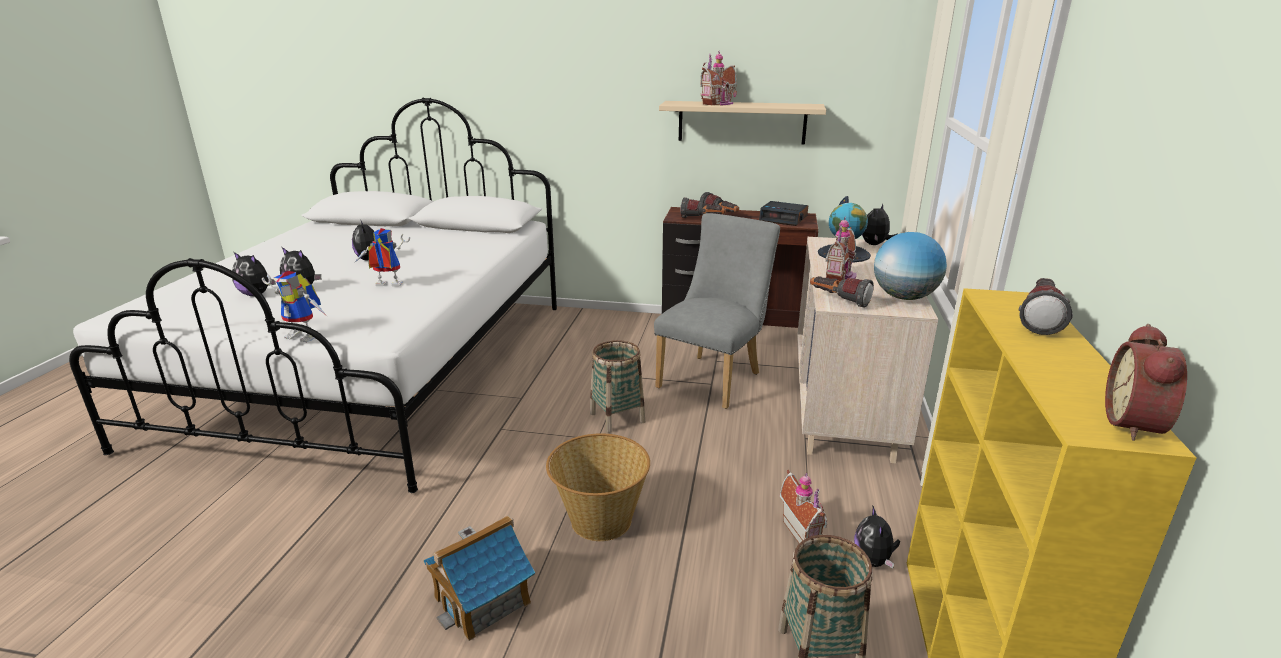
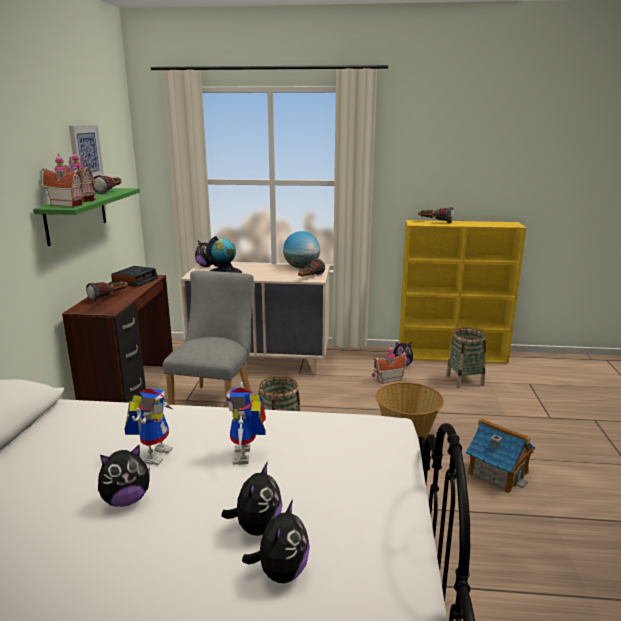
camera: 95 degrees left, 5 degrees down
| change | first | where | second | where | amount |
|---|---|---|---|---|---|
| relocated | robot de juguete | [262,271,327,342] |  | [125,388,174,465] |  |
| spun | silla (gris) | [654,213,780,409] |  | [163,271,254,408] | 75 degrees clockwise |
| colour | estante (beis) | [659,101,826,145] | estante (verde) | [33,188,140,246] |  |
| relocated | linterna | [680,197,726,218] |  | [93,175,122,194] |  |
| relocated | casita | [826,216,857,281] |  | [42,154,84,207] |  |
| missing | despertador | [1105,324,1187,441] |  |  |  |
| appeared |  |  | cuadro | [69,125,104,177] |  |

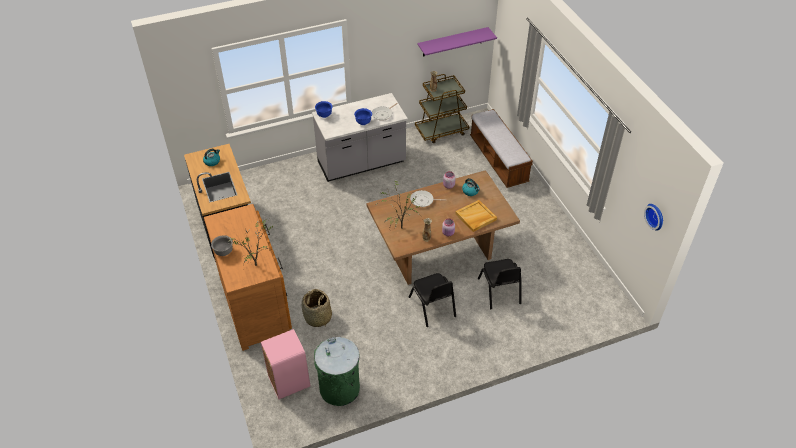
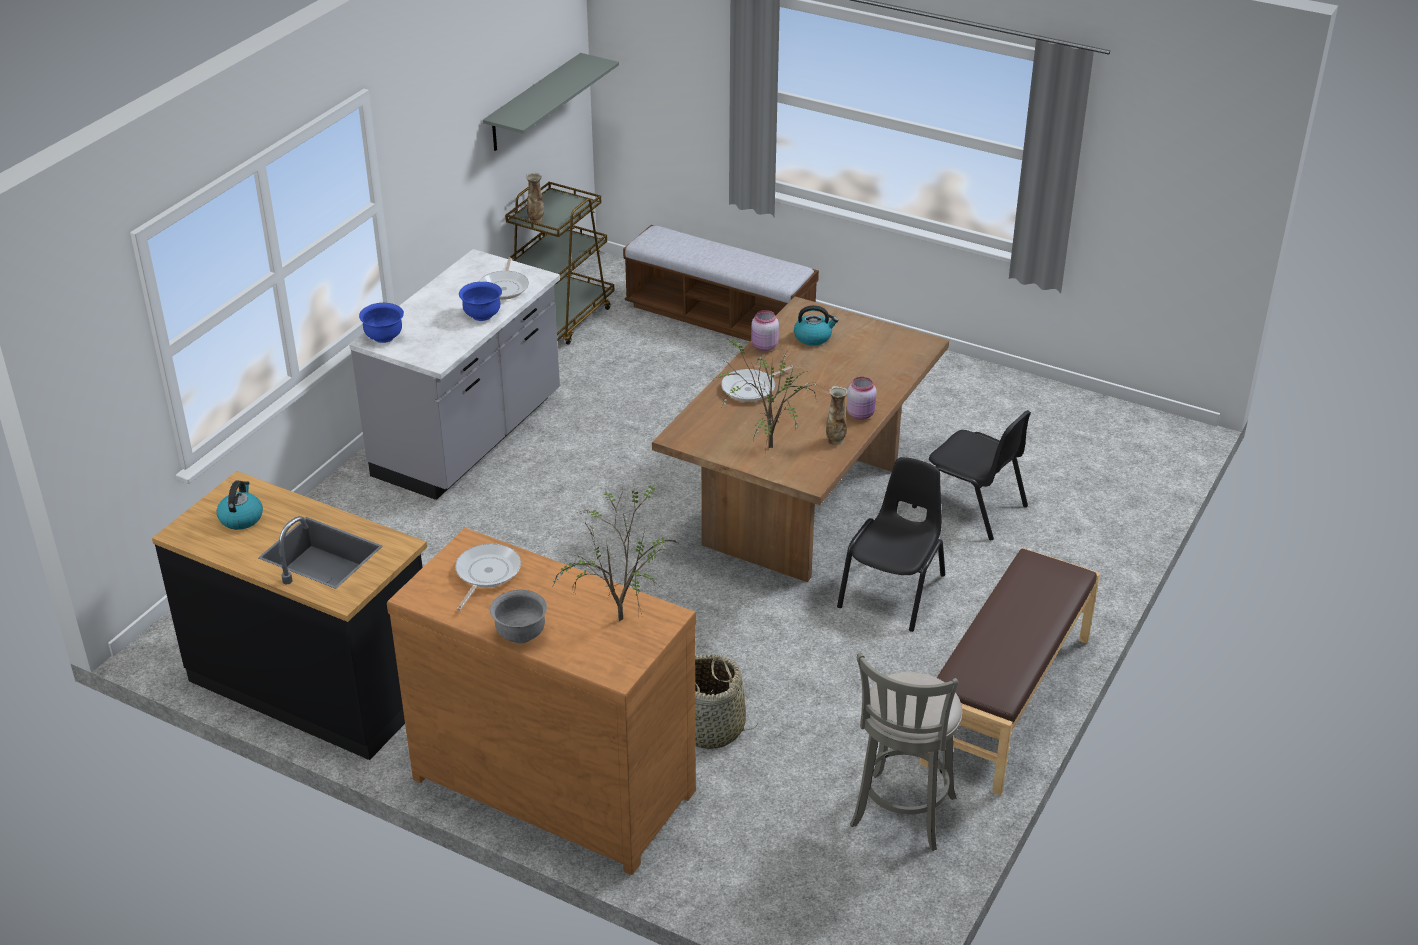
camera: 40 degrees left, 10 degrees down
| change | first | where | second | where | amount |
|---|---|---|---|---|---|
| missing | papelera (rosa) | [261,329,310,399] |  |  |  |
| exchanged | papelera (verde) | [314,337,360,406] | taburete (gris) | [850,653,962,851] |  |
| spun | silla (negro) | [409,273,456,327] |  | [837,457,945,632] | 90 degrees counterclockwise |
| colour | estante (morado) | [417,27,497,57] | estante (gris) | [483,53,619,151] |  |
| missing | bandeja (beis) | [455,200,497,232] |  |  |  |
| missing | reloj de pared | [644,204,663,230] |  |  |  |
| appeared |  |  | sartén | [455,544,521,611] |  |
| appeared |  |  | banco (marrón) | [919,548,1100,795] |  |

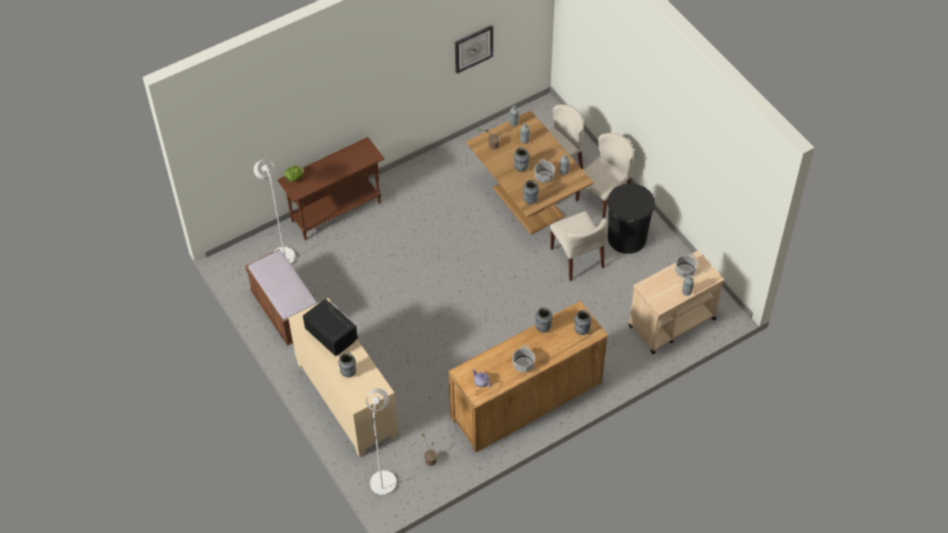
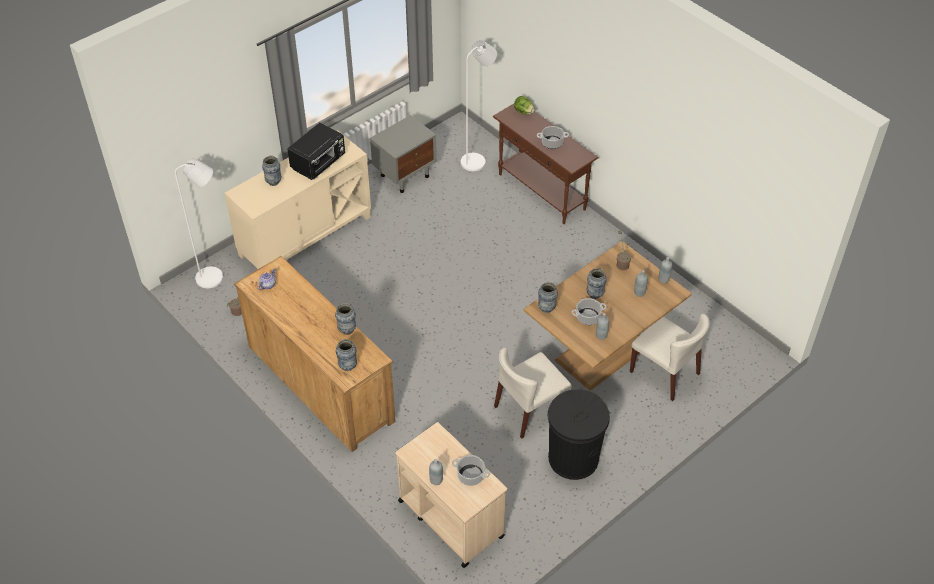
camera: 80 degrees right, 5 degrees down
| change | first | where | second | where | amount |
|---|---|---|---|---|---|
| exchanged | banco (marrón) | [245,250,317,346] | mesita de noche (gris) | [370,115,437,193] |  |
| missing | reloj de pared | [455,25,493,74] |  |  |  |
| relocated | olla | [512,345,535,373] |  | [537,126,569,149] |  |
| missing | silla (beis) | [576,133,634,218] |  |  |  |

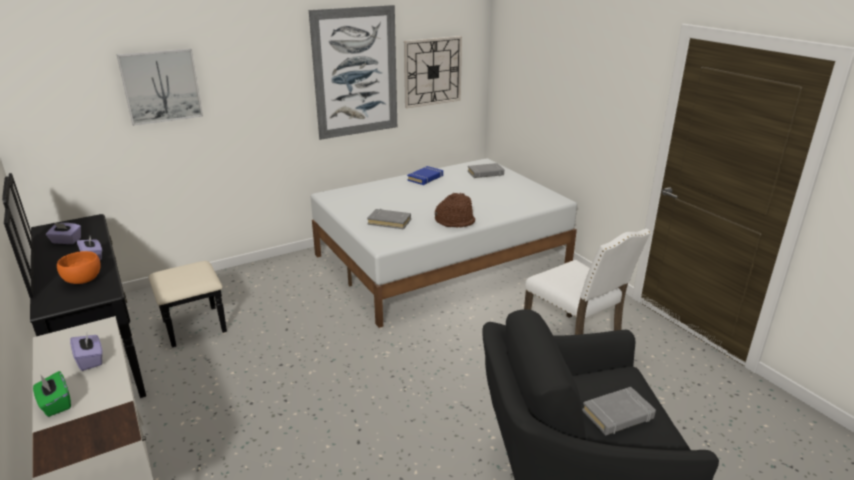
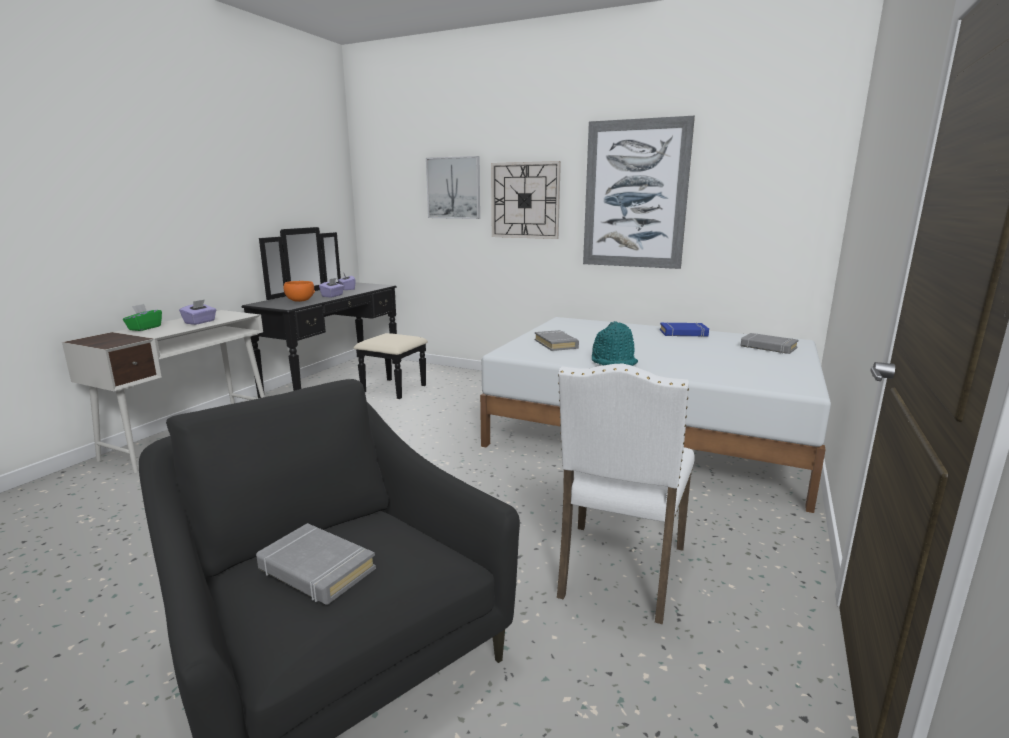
camera: 55 degrees right, 10 degrees down
| change | first | where | second | where | amount |
|---|---|---|---|---|---|
| relocated | reloj de pared | [404,36,462,109] |  | [491,161,561,239] |  |
| colour | sombrero (marrón) | [435,193,475,228] | sombrero (turquesa) | [592,321,638,366] |  |

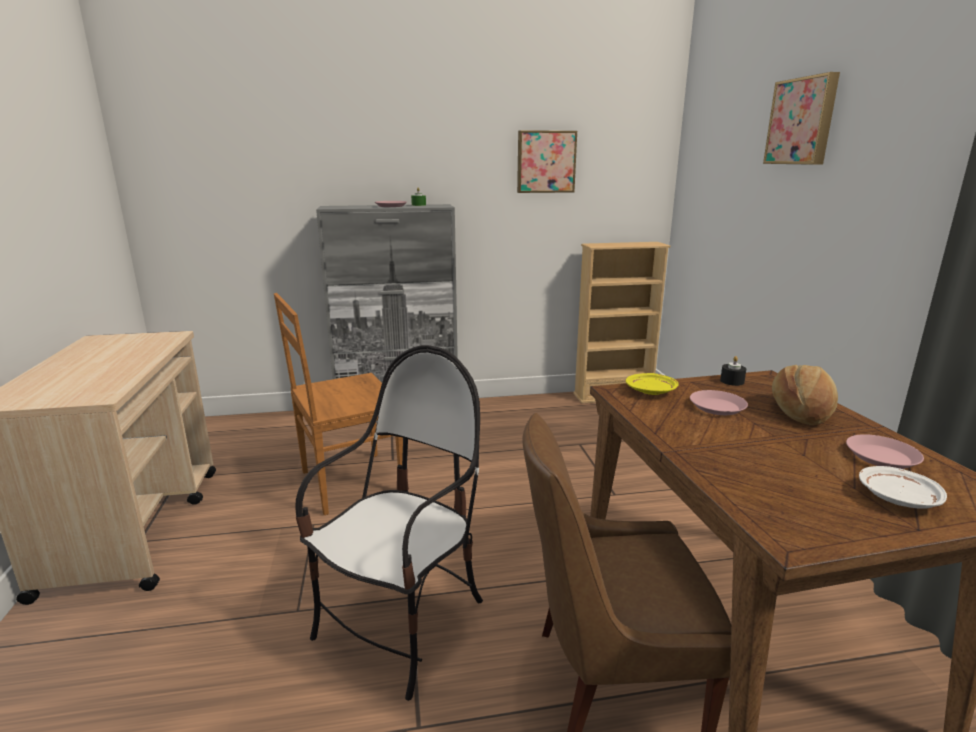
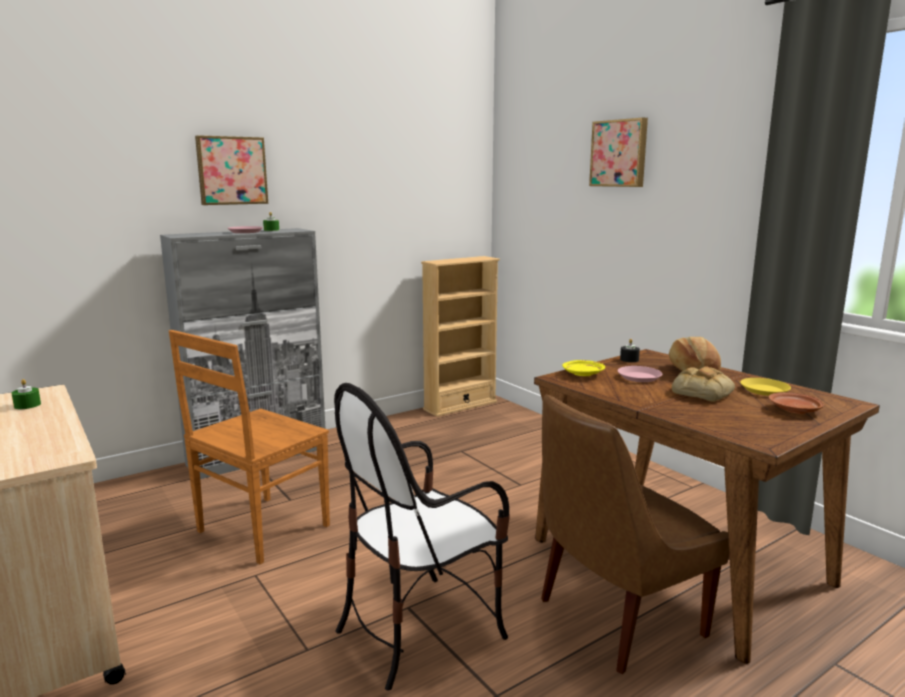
camera: 25 degrees left, 5 degrees down
| change | first | where | second | where | amount |
|---|---|---|---|---|---|
| spun | silla | [295,345,483,701] |  | [334,383,510,691] | 135 degrees counterclockwise |
| relocated | cuadro | [517,130,577,193] |  | [195,135,268,205] |  |
| colour | plato (rosa) | [846,434,924,469] | plato (amarillo) | [740,378,791,396] |  |
| colour | plato (blanco) | [859,466,947,509] | plato (marrón) | [769,392,824,414] |  |
| appeared |  |  | vela (verde) | [11,379,41,409] |  |
| appeared |  |  | pan | [672,366,735,402] |  |

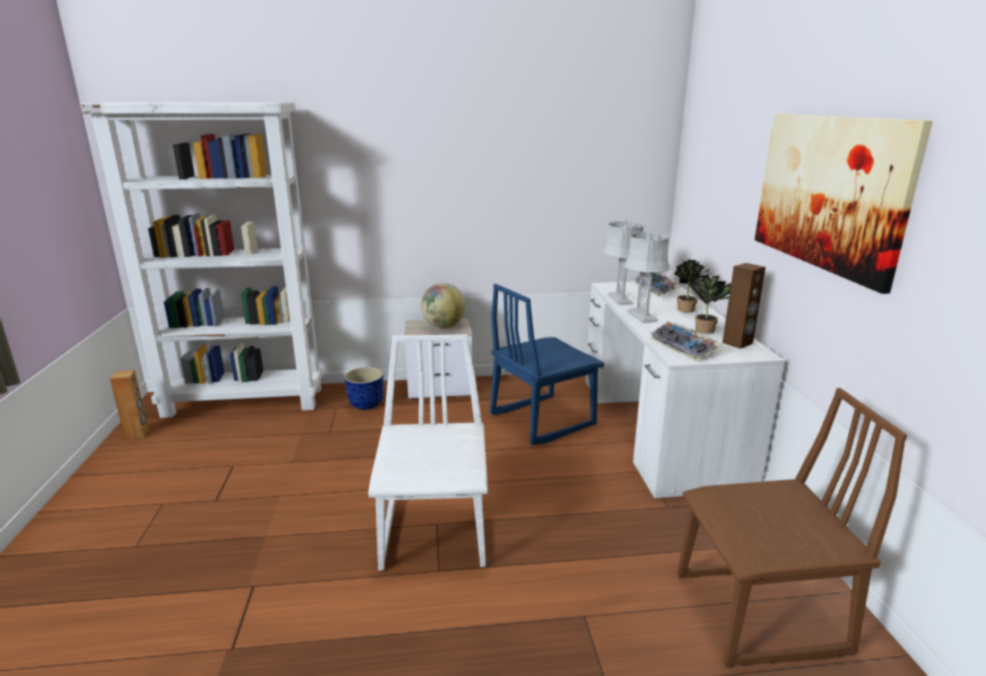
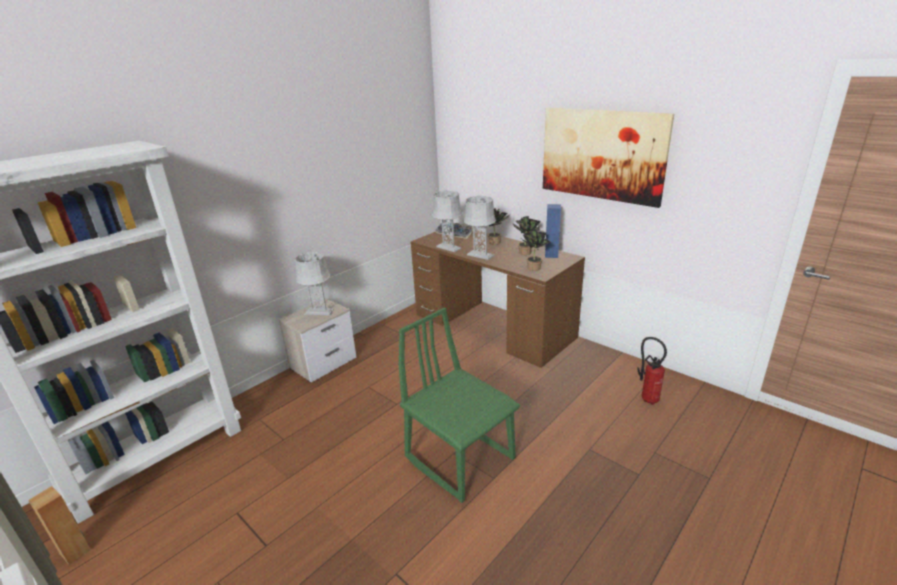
camera: 40 degrees left, 5 degrees up
| change | first | where | second | where | amount |
|---|---|---|---|---|---|
| missing | maceta | [344,367,383,410] |  |  |  |
| colour | silla (blanco) | [368,334,488,571] | silla (verde) | [399,308,520,503] |  |
| exchanged | globo terráqueo | [421,283,466,328] | lámpara de mesa (gris) | [295,252,334,316] |  |
| missing | silla (azul) | [490,284,604,445] |  |  |  |
| colour | escritorio (blanco) | [586,280,785,498] | escritorio (marrón) | [410,230,585,368] |  |
| exchanged | teclado | [650,322,722,362] | planta en maceta | [522,229,550,271] |  |
| exchanged | silla (marrón) | [677,388,907,667] | extintor | [637,337,667,405] |  |
| colour | altavoz (marrón) | [722,263,766,349] | altavoz (azul) | [545,204,561,258] |  |

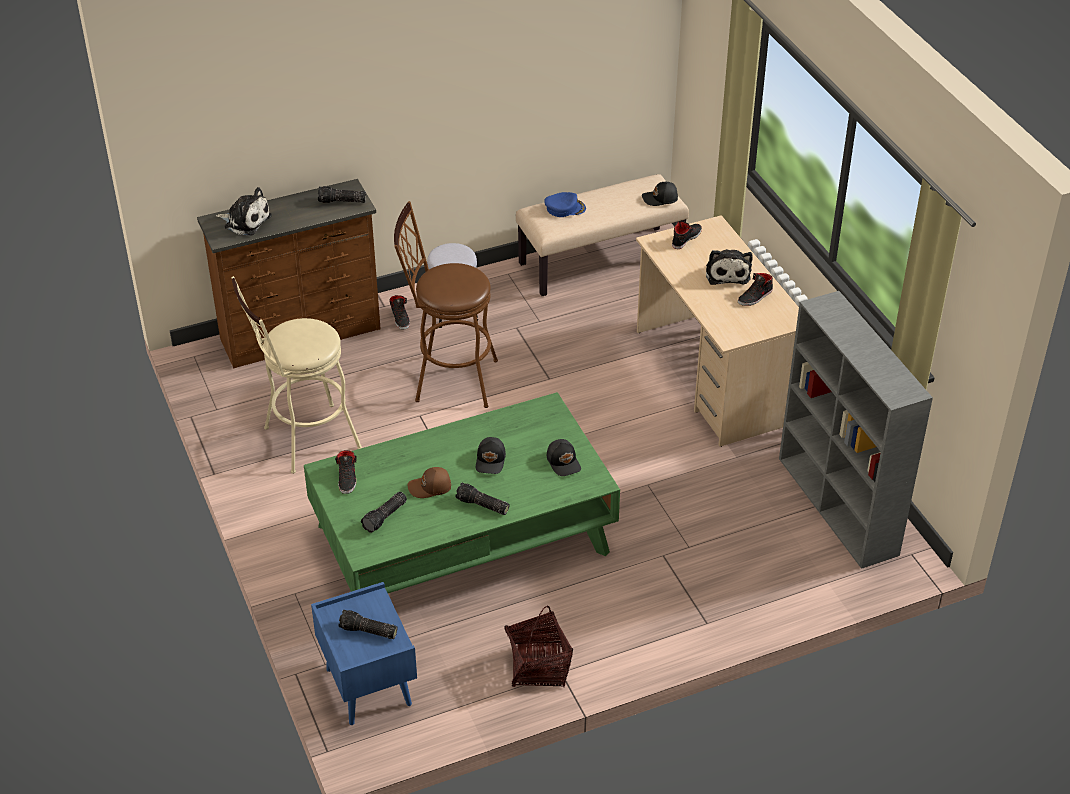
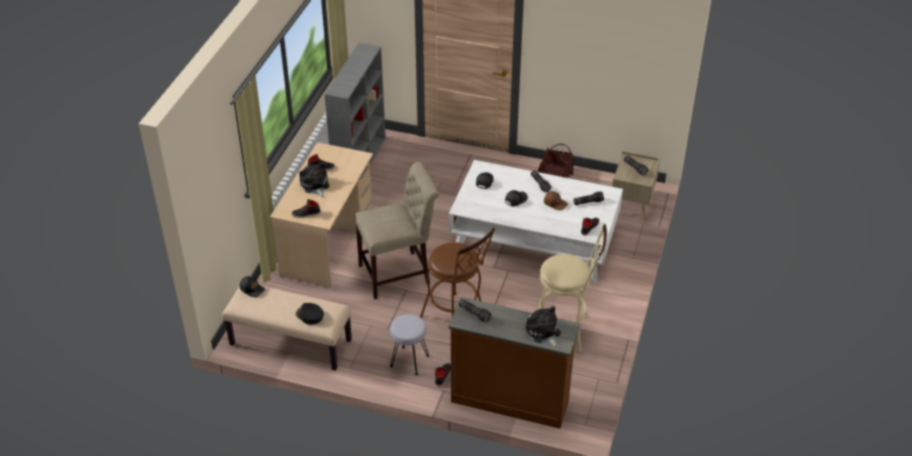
camera: 140 degrees left, 0 degrees up
| change | first | where | second | where | amount |
|---|---|---|---|---|---|
| colour | mesa de centro (verde) | [304,392,620,593] | mesa de centro (blanco) | [449,160,623,283] |  |
| colour | mesita de noche (azul) | [311,582,417,725] | mesita de noche (beis) | [612,151,660,221] |  |
| colour | gorra (azul) | [544,192,586,217] | gorra (negro) | [296,303,324,325] |  |
| spun | peluche | [706,249,753,285] |  | [299,162,330,197] | 60 degrees counterclockwise |
| appeared |  |  | silla (beis) | [354,162,439,299] |  |

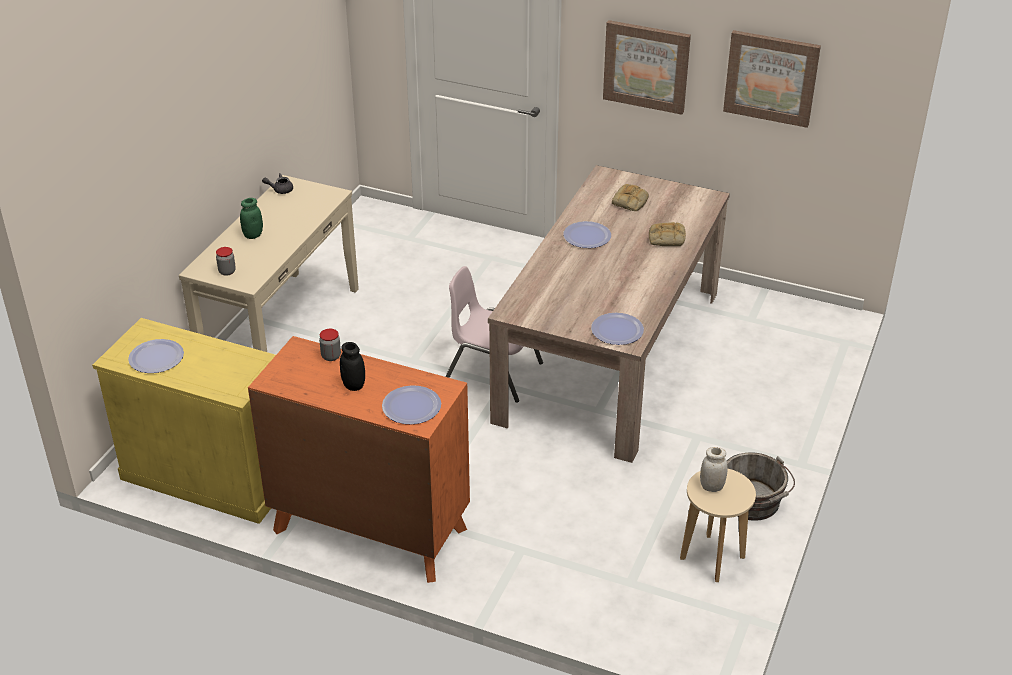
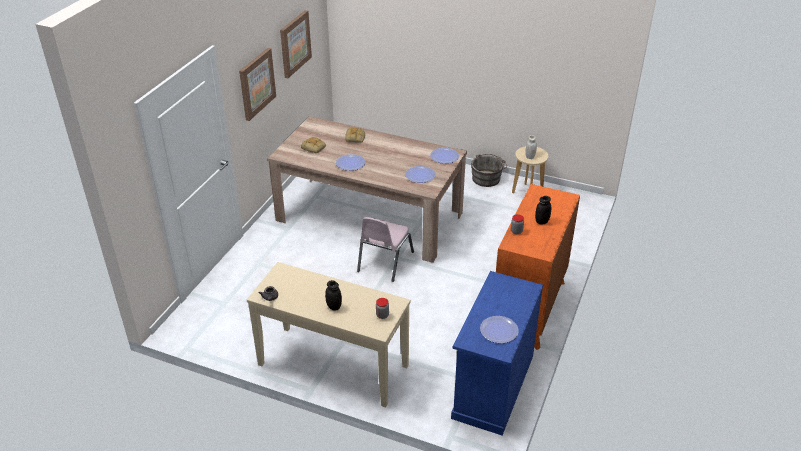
camera: 90 degrees left, 0 degrees up
| change | first | where | second | where | amount |
|---|---|---|---|---|---|
| colour | armario (amarillo) | [92,318,276,524] | armario (azul) | [451,271,543,436] |  |
| colour | tarro (verde) | [240,198,263,239] | tarro (negro) | [325,280,342,311] |  |
| relocated | plato | [382,385,441,424] |  | [405,166,435,183] |  |

